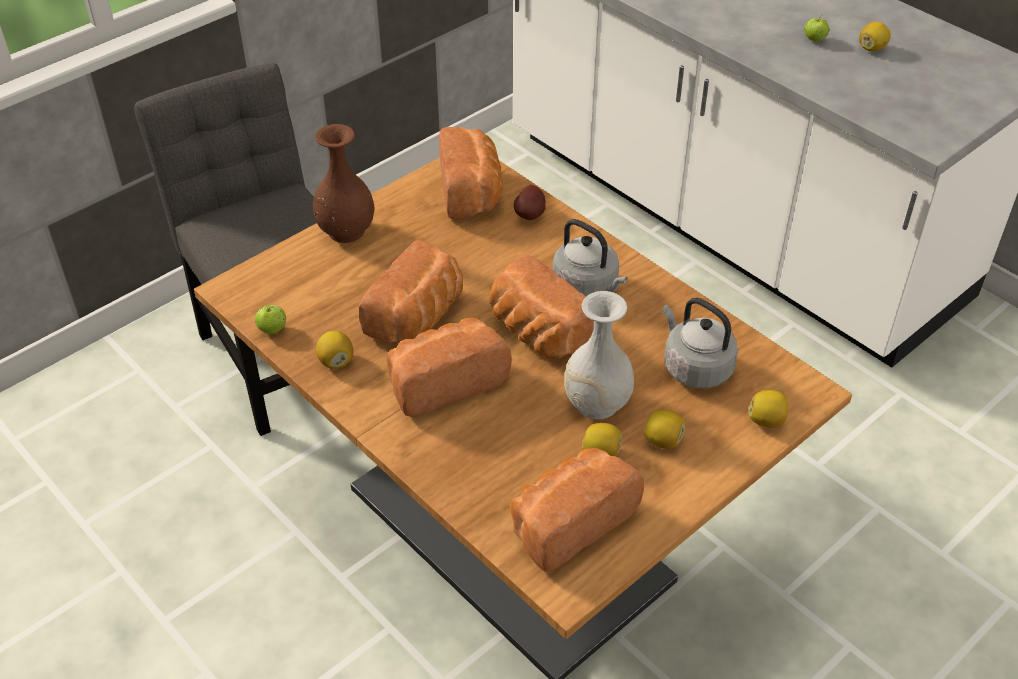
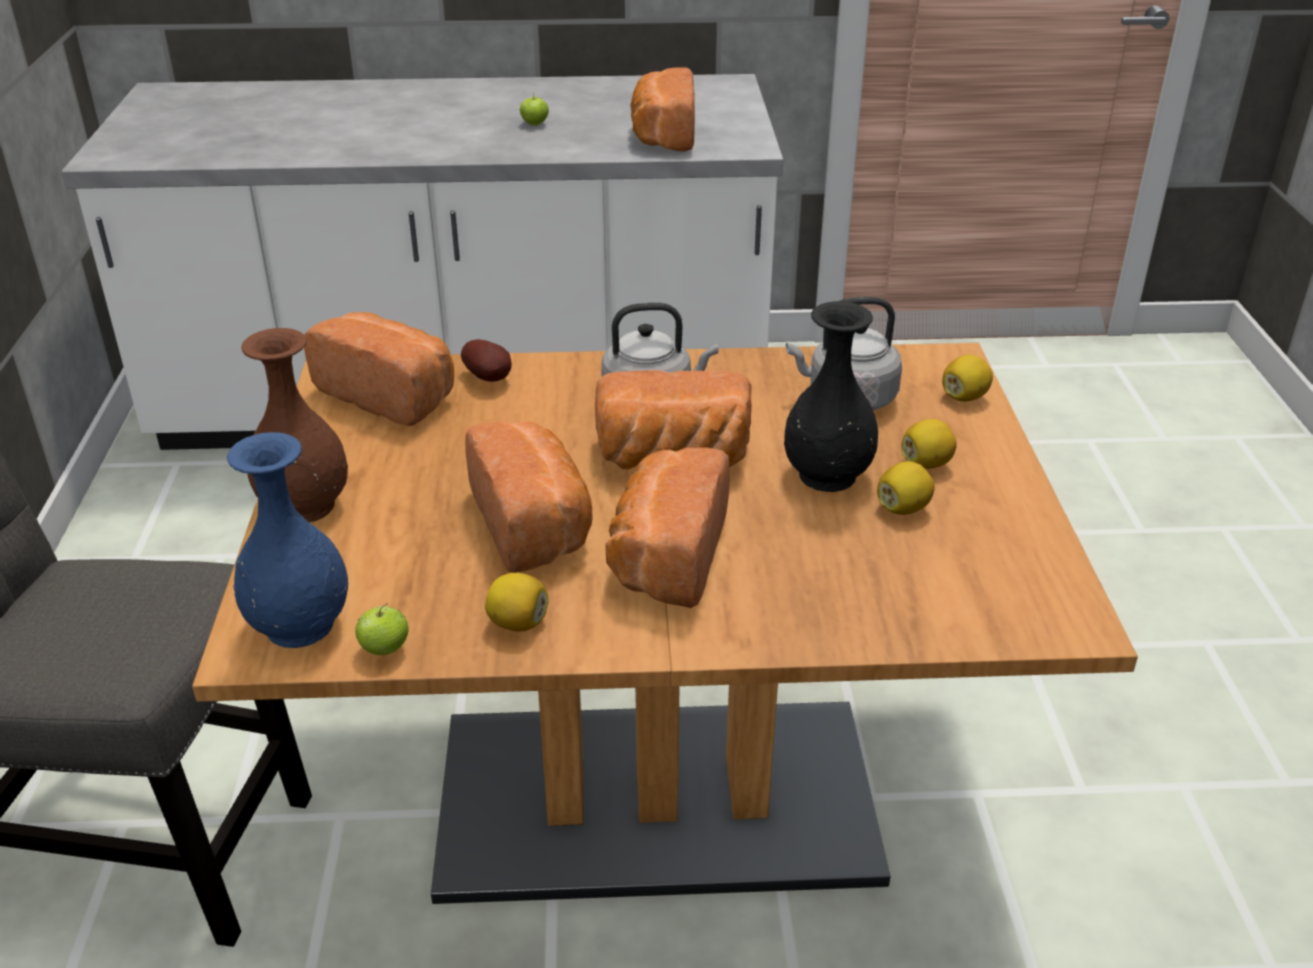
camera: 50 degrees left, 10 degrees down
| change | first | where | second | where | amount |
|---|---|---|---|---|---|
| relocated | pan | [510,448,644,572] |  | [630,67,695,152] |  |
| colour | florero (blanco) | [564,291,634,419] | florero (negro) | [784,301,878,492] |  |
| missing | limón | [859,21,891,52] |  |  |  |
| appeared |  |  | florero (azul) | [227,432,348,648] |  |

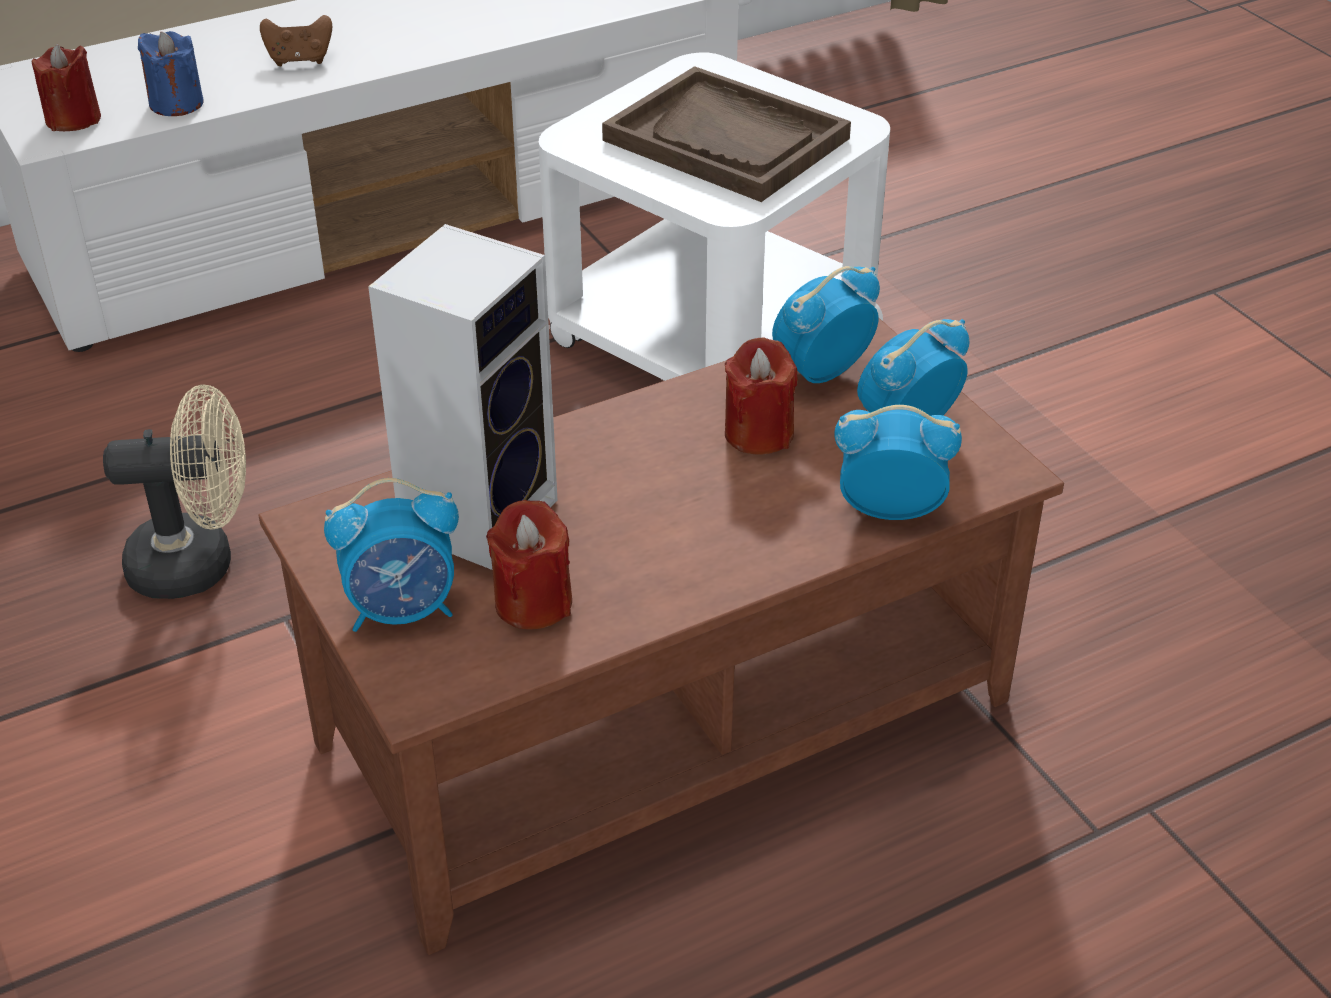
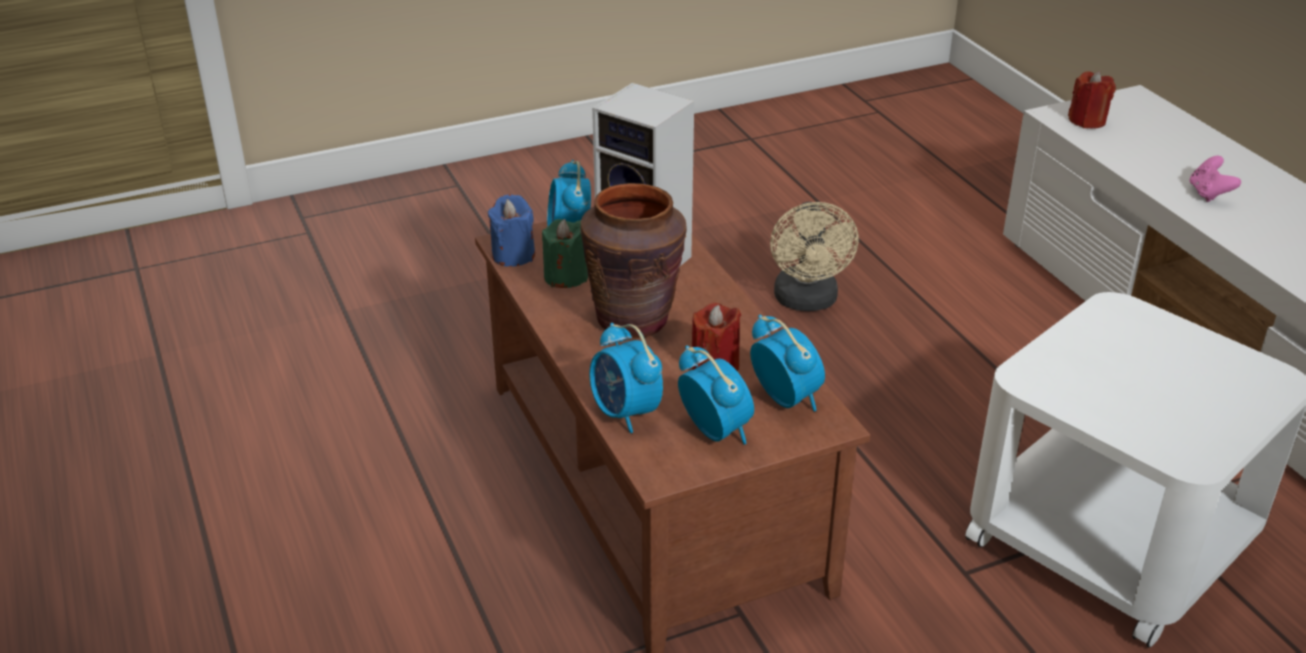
camera: 95 degrees right, 5 degrees down
| change | first | where | second | where | amount |
|---|---|---|---|---|---|
| relocated | vela (azul) | [138,31,204,116] |  | [488,194,535,267] |  |
| colour | mando de consola (marrón) | [260,15,332,66] | mando de consola (rosa) | [1190,156,1241,202] |  |
| colour | vela (rojo) | [486,500,572,629] | vela (verde) | [542,219,588,288] |  |
| missing | bandeja (marrón) | [602,66,851,202] |  |  |  |
| spun | despertador | [834,405,962,520] |  | [589,323,663,433] | 135 degrees clockwise |
| appeared |  |  | florero (marrón) | [581,183,687,338] |  |

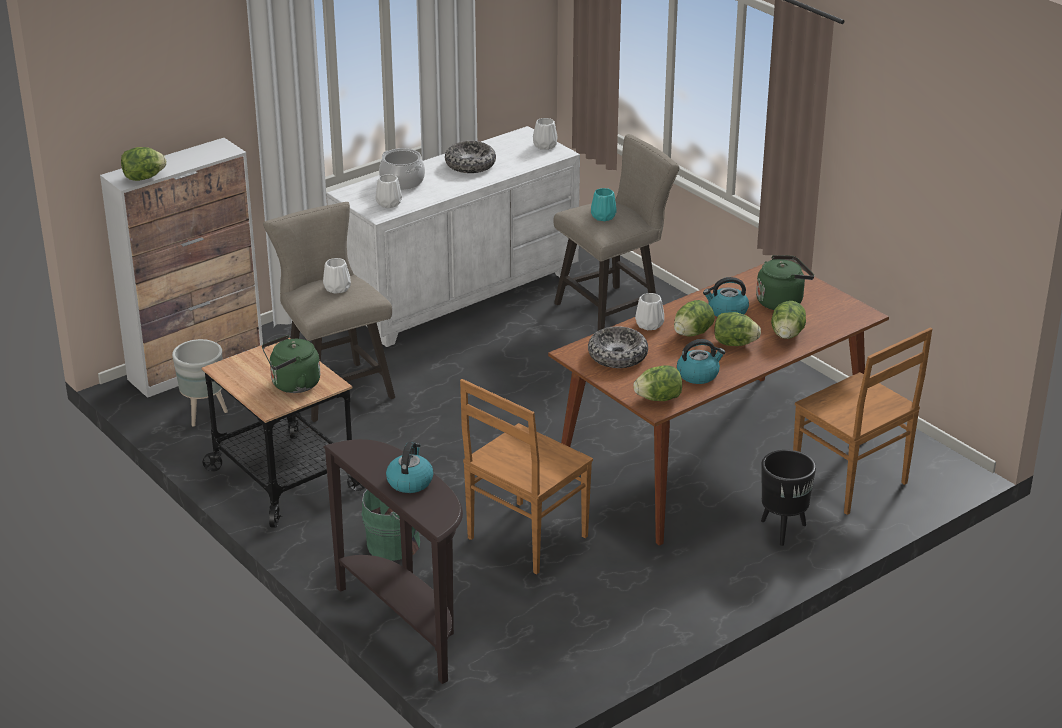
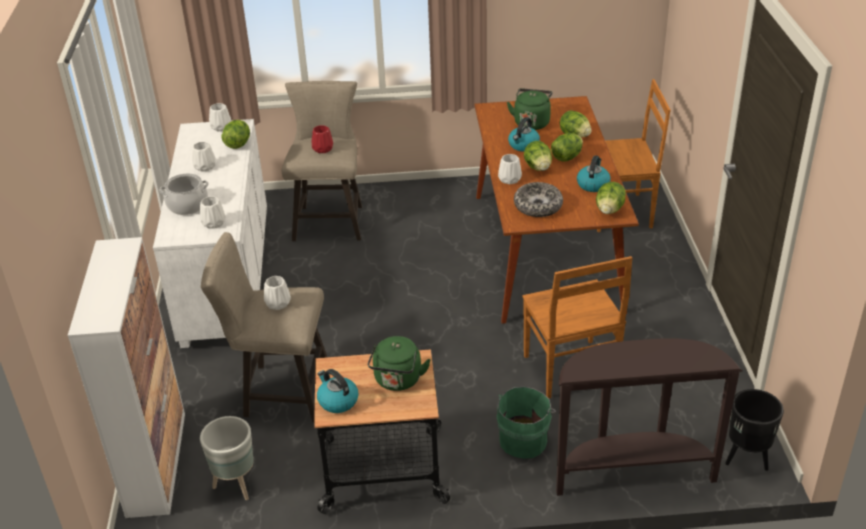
camera: 55 degrees left, 5 degrees up
| change | first | where | second | where | amount |
|---|---|---|---|---|---|
| relocated | lechuga | [121,147,166,181] |  | [222,120,250,149] |  |
| relocated | hervidor | [386,441,434,493] |  | [317,369,358,413] |  |
| exchanged | cuenco | [445,141,496,173] | florero (blanco) | [192,142,215,172] |  |
| colour | florero (turquesa) | [591,188,617,221] | florero (rojo) | [312,125,333,153] |  |
| relocated | maceta (negro) | [761,450,816,546] |  | [725,389,784,471] |  |

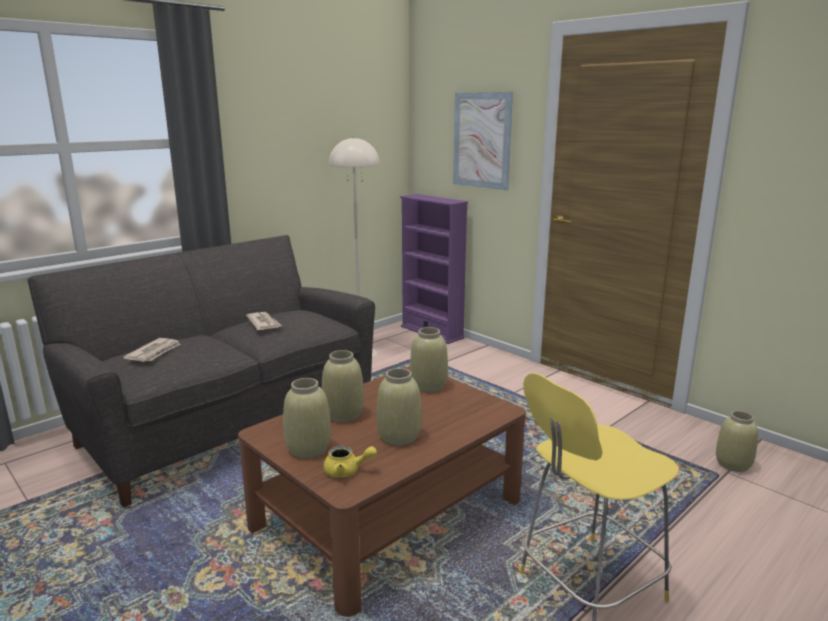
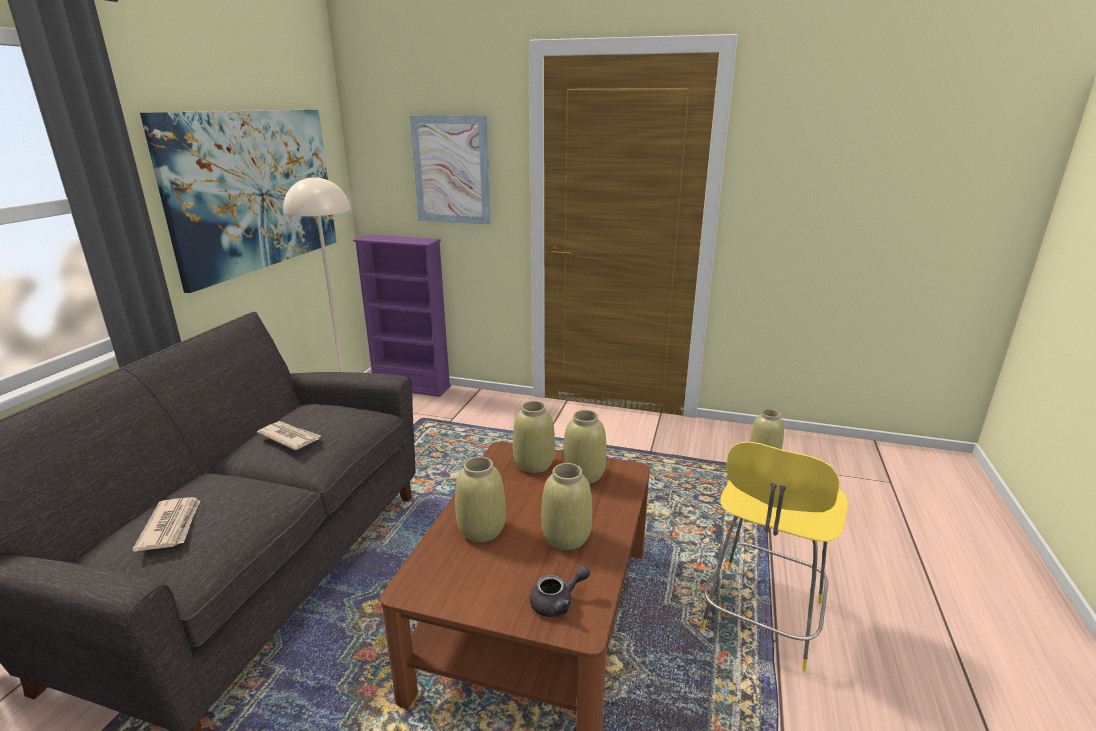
camera: 30 degrees left, 5 degrees up
| change | first | where | second | where | amount |
|---|---|---|---|---|---|
| relocated | florero (beis) | [283,378,331,458] |  | [563,410,607,484] |  |
| colour | tetera (amarillo) | [323,446,377,478] | tetera (gris) | [530,565,590,617] |  |
| appeared |  |  | cuadro | [140,110,337,293] |  |

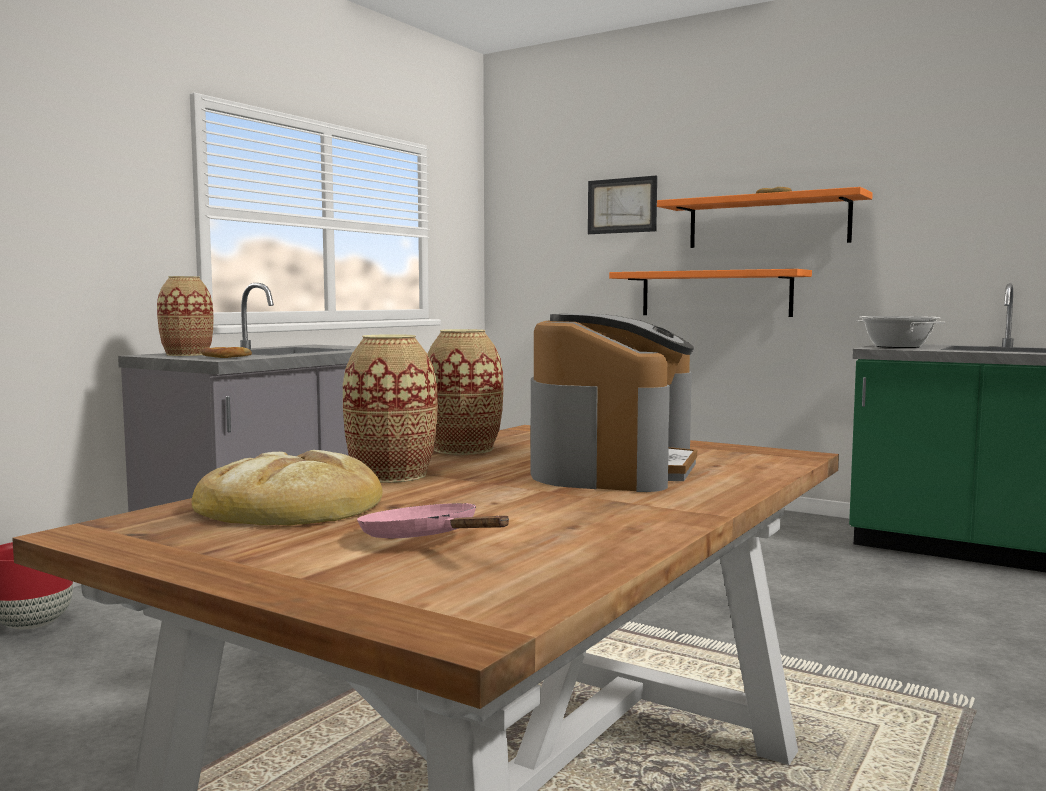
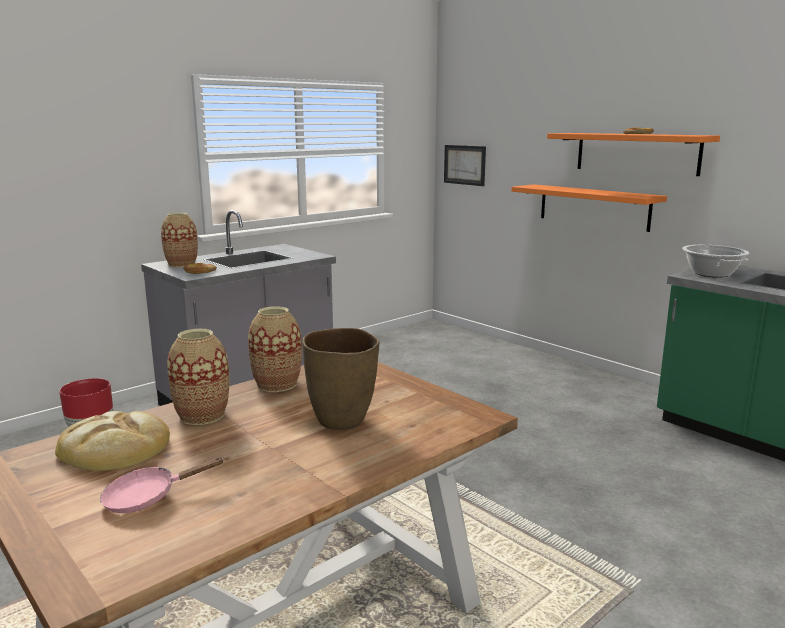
camera: 15 degrees right, 10 degrees up
| change | first | where | second | where | amount |
|---|---|---|---|---|---|
| spun | sartén (rosa) | [357,503,509,538] |  | [100,457,225,513] | 90 degrees counterclockwise |
| exchanged | cafetera | [531,314,697,492] | florero (marrón) | [302,328,380,430] |  |
| relocated | cuadro | [588,176,657,234] |  | [444,145,486,186] |  |

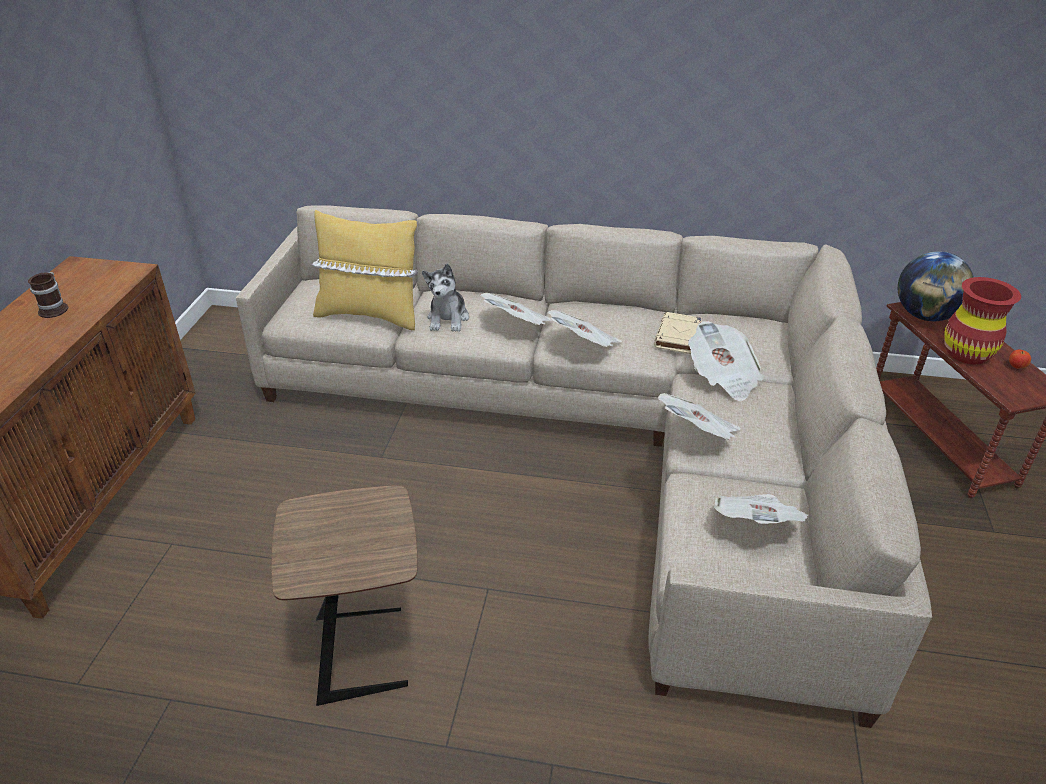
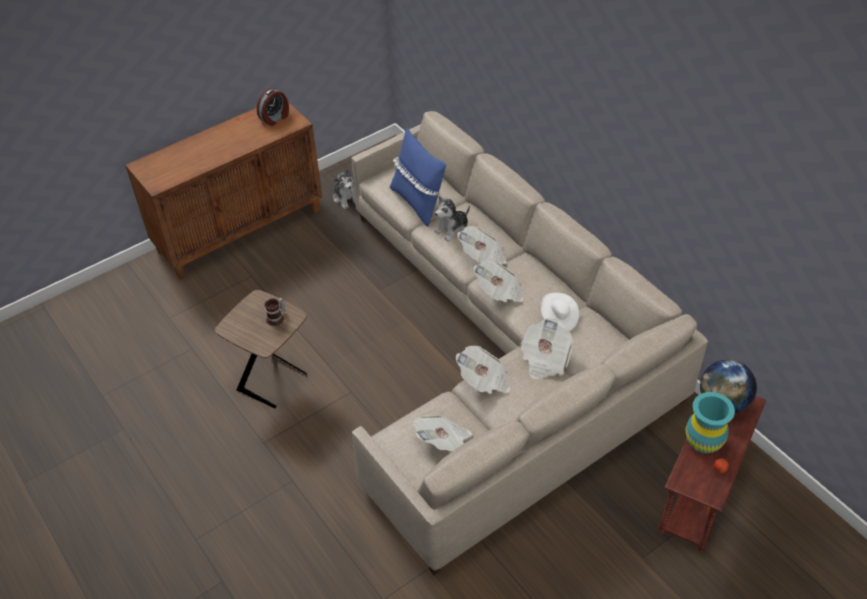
camera: 45 degrees right, 10 degrees up
| change | first | where | second | where | amount |
|---|---|---|---|---|---|
| relocated | taza grande | [28,272,68,318] |  | [264,298,285,326] |  |
| colour | cojín (amarillo) | [312,210,418,330] | cojín (azul) | [390,128,446,227] |  |
| exchanged | libro (beis) | [654,312,702,354] | sombrero (blanco) | [541,293,579,332] |  |
| colour | florero (rojo) | [944,277,1021,364] | florero (turquesa) | [686,392,735,454] |  |
| appeared |  |  | despertador | [257,88,289,126] |  |
| appeared |  |  | peluche | [333,169,356,209] |  |

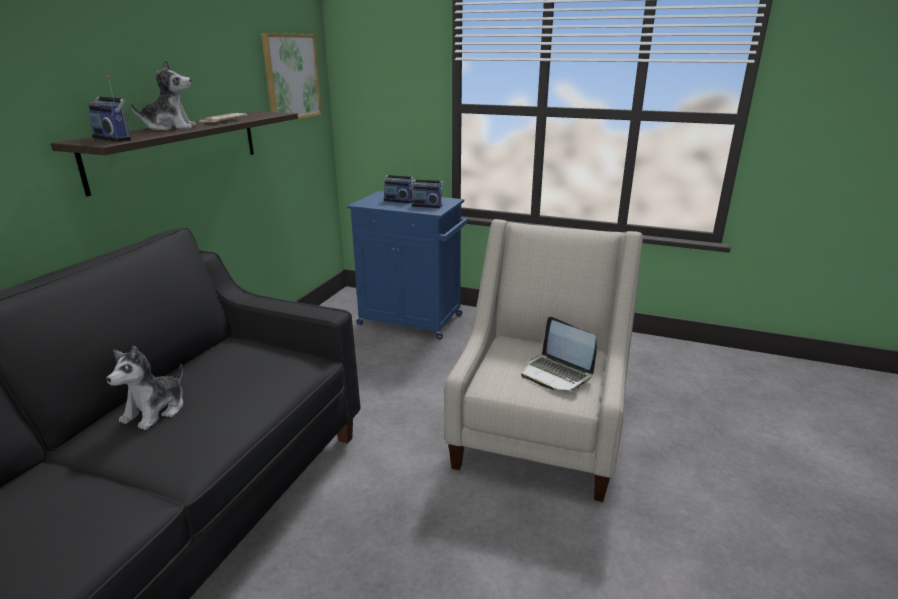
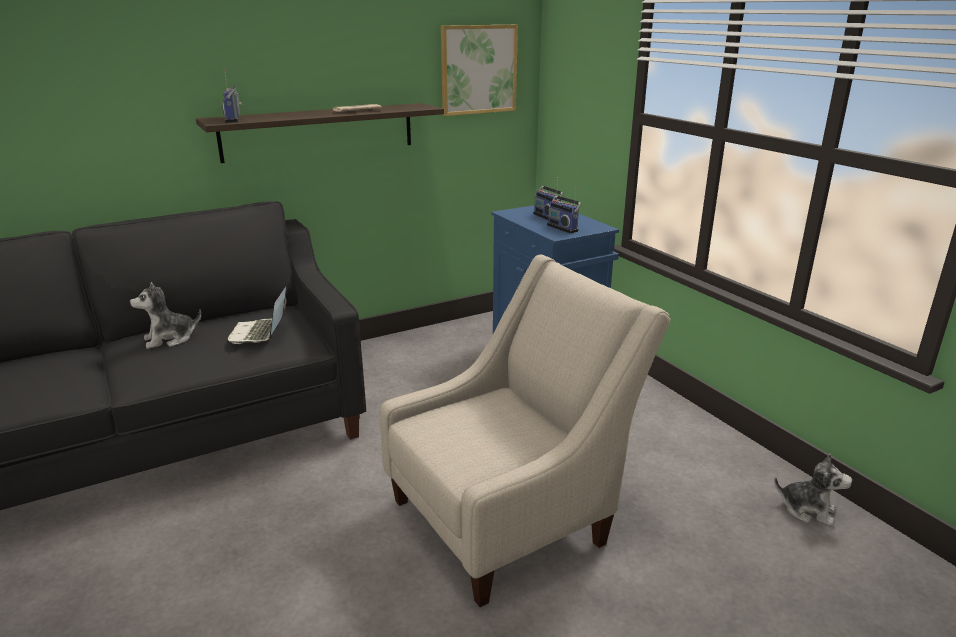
camera: 40 degrees right, 0 degrees up
| change | first | where | second | where | amount |
|---|---|---|---|---|---|
| relocated | peluche | [130,60,197,130] |  | [774,453,852,527] |  |
| relocated | portátil | [521,317,597,390] |  | [228,284,287,344] |  |

